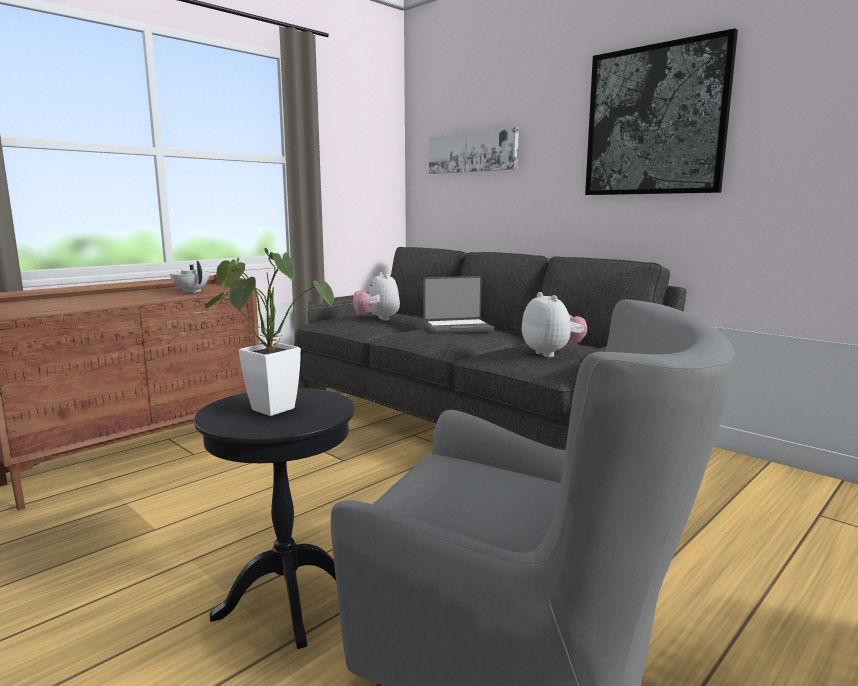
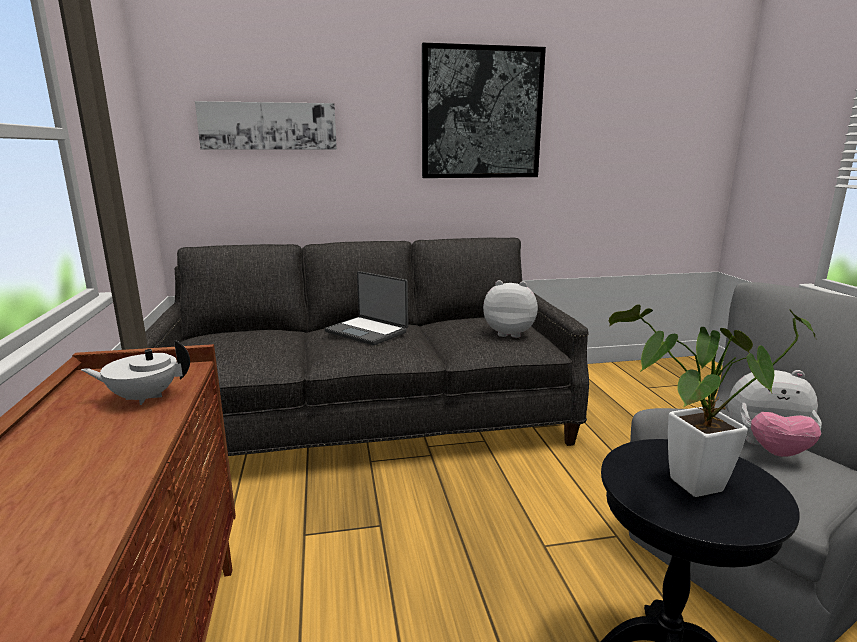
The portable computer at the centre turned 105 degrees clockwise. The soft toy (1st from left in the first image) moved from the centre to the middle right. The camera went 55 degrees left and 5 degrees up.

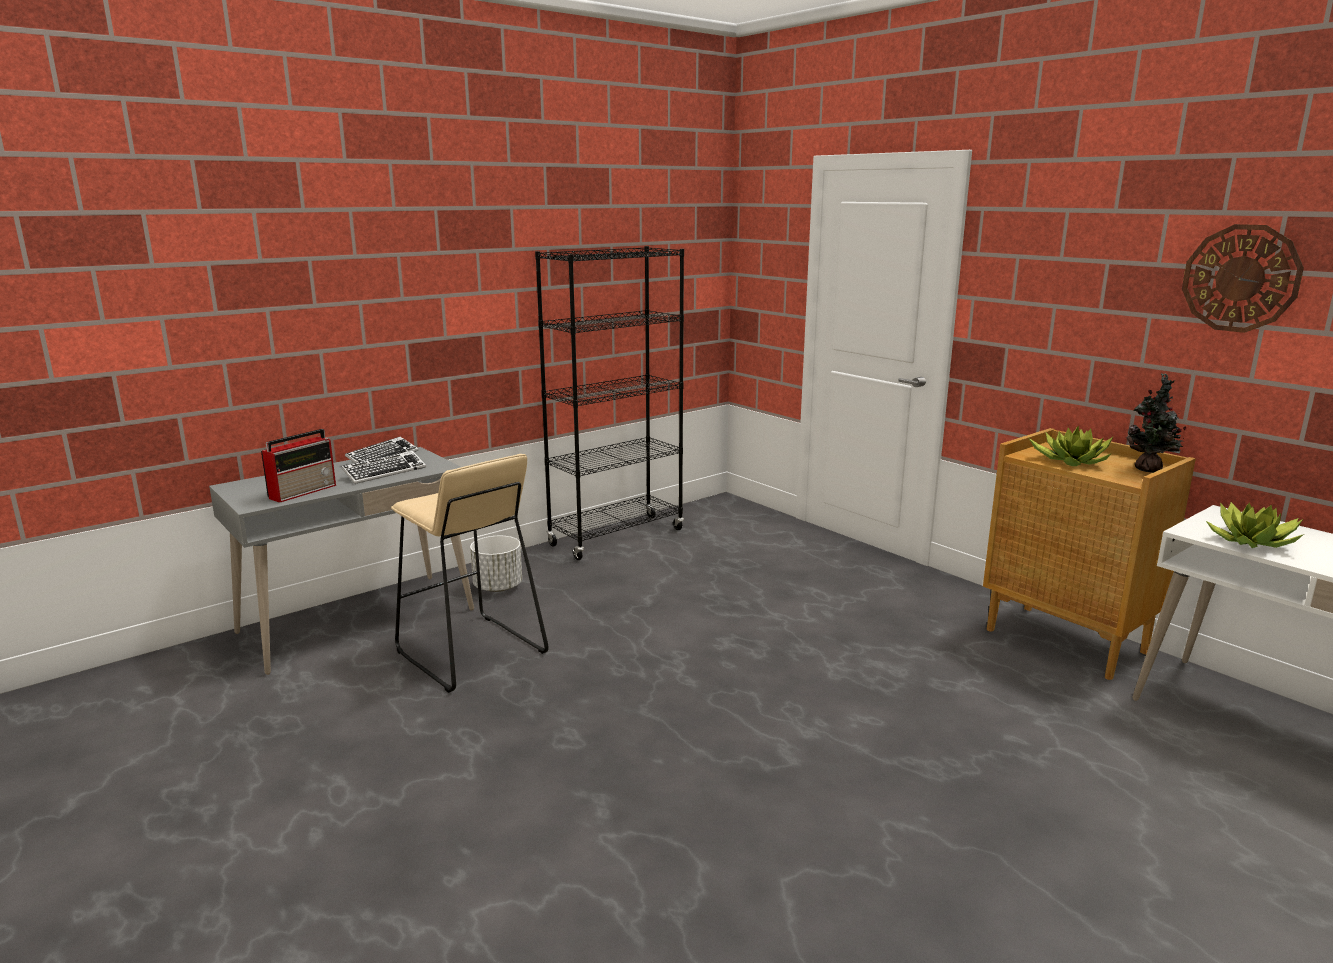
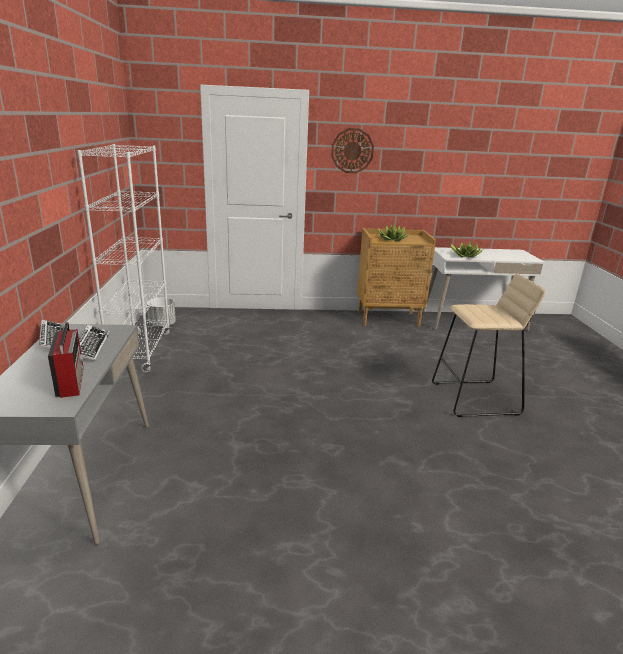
The bookshelf/black at the centre became the bookshelf/whitish at the middle left. The flower pot/whitish moved from the centre to the middle left. The clock on the wall moved from the top right to the top centre. The sitting stool/beige moved from the centre to the middle right. The potted plant (2nd from left) at the middle right disappeared. The camera went 55 degrees left and 5 degrees up.

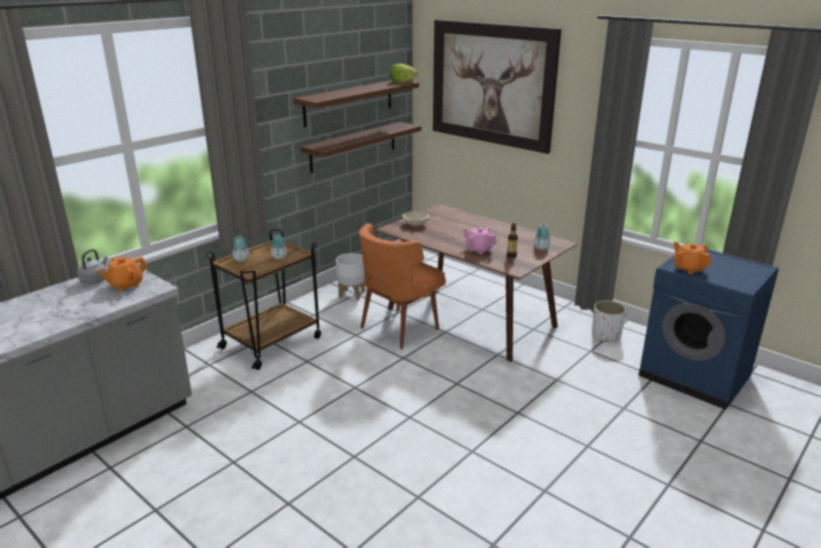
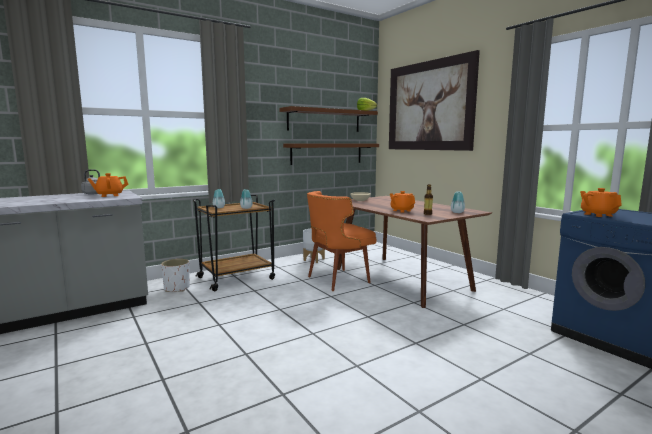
The flower pot/whitish (2nd from left in the first image) moved from the middle right to the middle left. The pot for tea/pinkish at the centre became the pot for tea/orangey (2nd from left) at the centre. The camera went 15 degrees right and 15 degrees down.

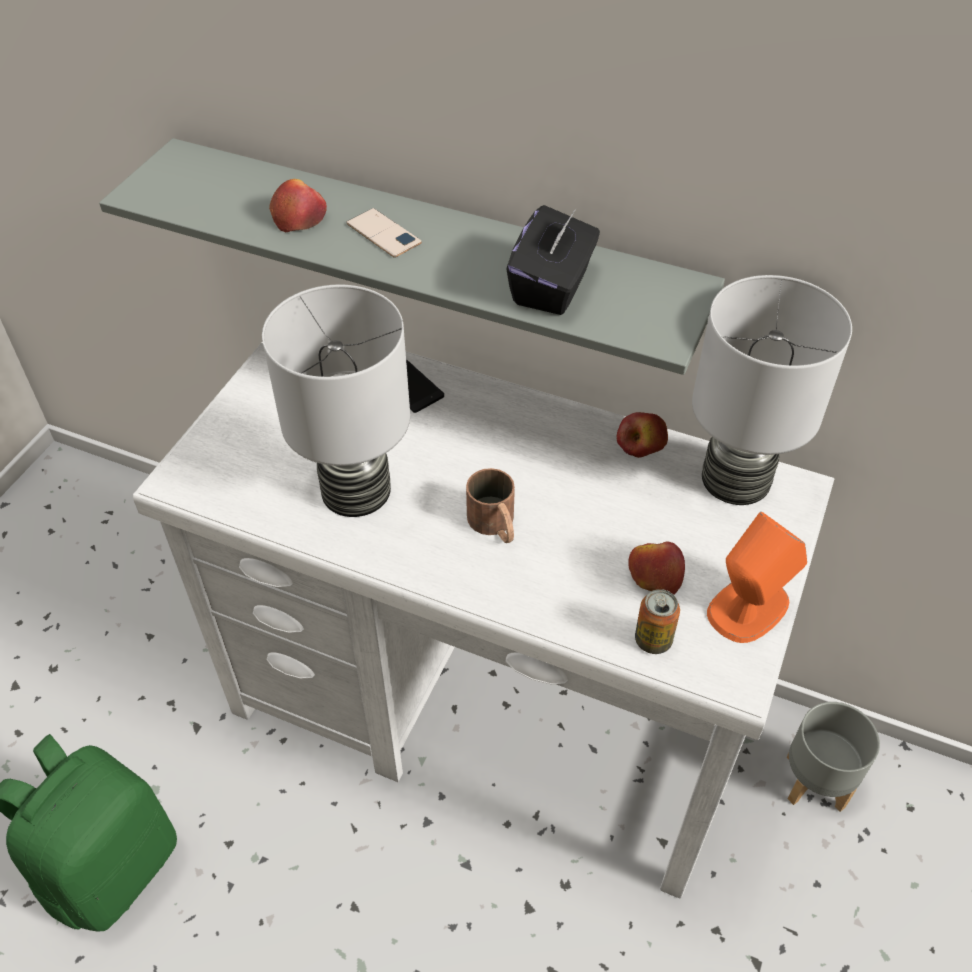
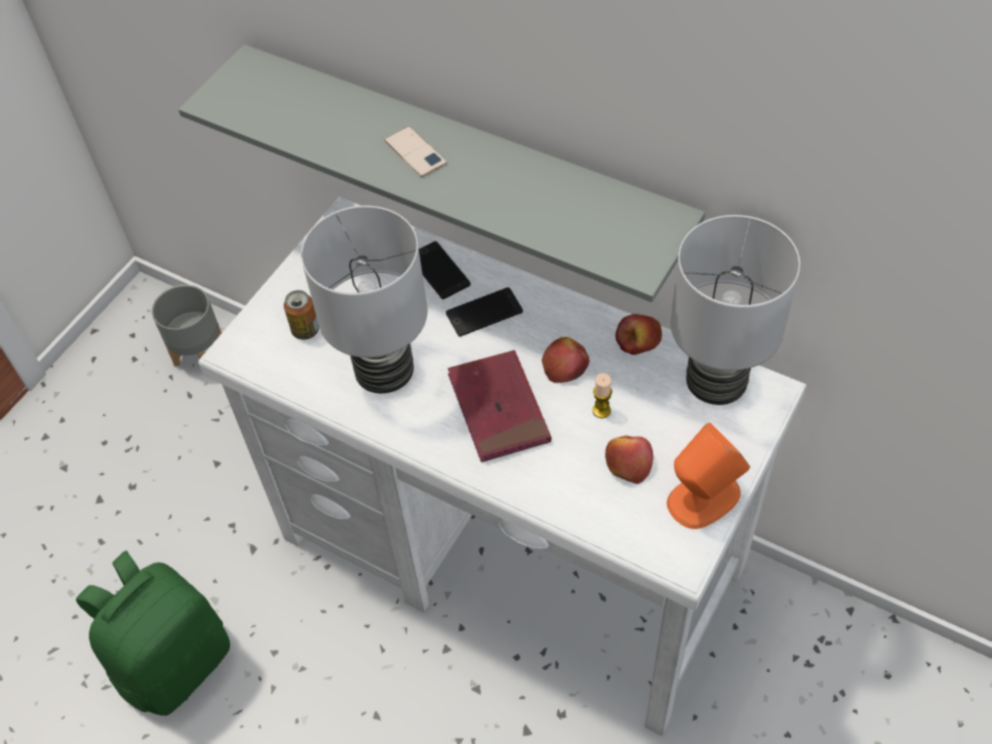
The flower pot/greyish moved from the bottom right to the middle left. The sealed can moved from the middle right to the middle left. The phone (3rd from left) at the centre appeared. The mug/brownish at the centre was replaced by the book/reddish at the centre. The whole apple (1st from left) moved from the top left to the centre. The wax light at the centre appeared. The box of tissues/black at the top centre disappeared. The camera went 10 degrees right and 5 degrees up.

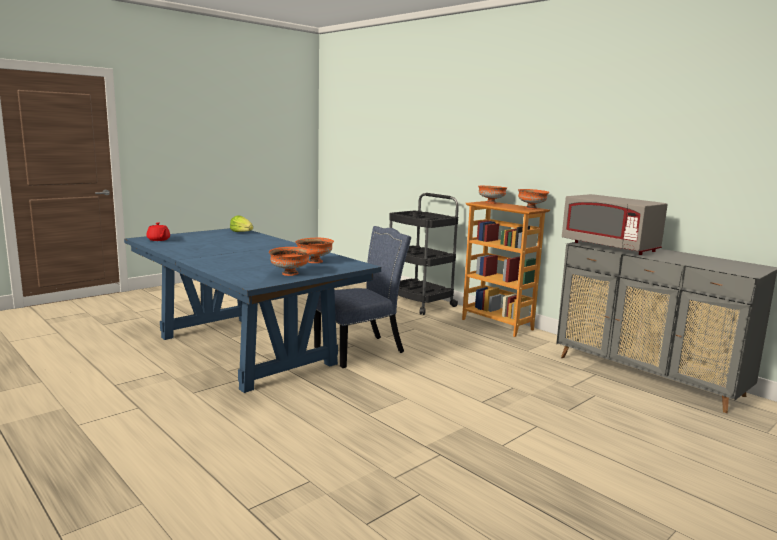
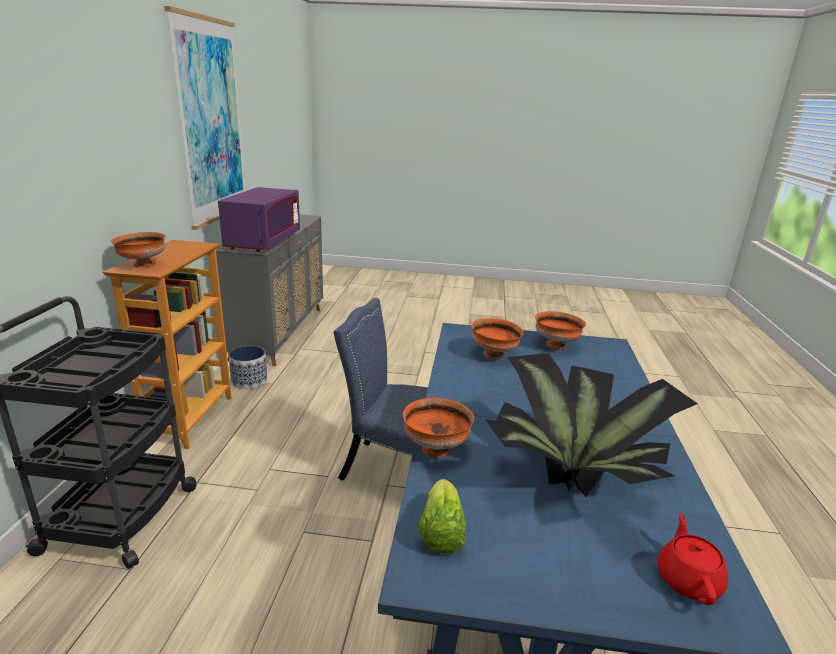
The wall art at the top left appeared. The microwave/greyish at the middle right became the microwave/purplish at the middle left. The flower pot at the middle left appeared. The bowl/orangey (4th from left in the first image) moved from the middle right to the centre. The potted plant at the middle right appeared. The camera went 130 degrees left and 10 degrees up.

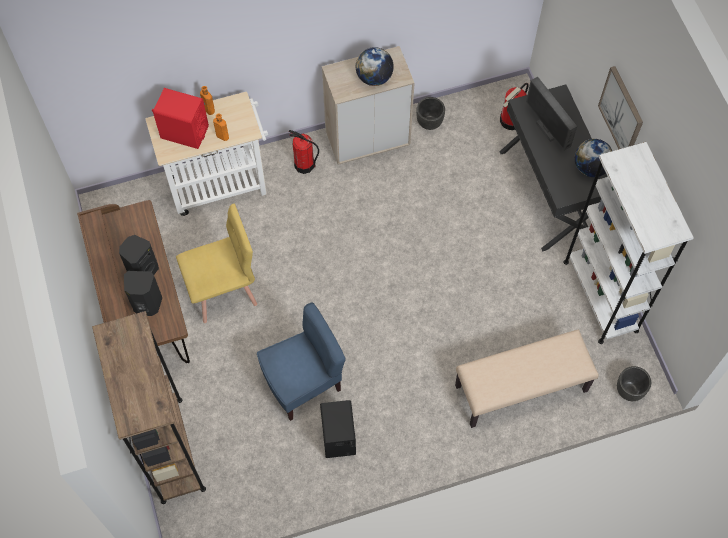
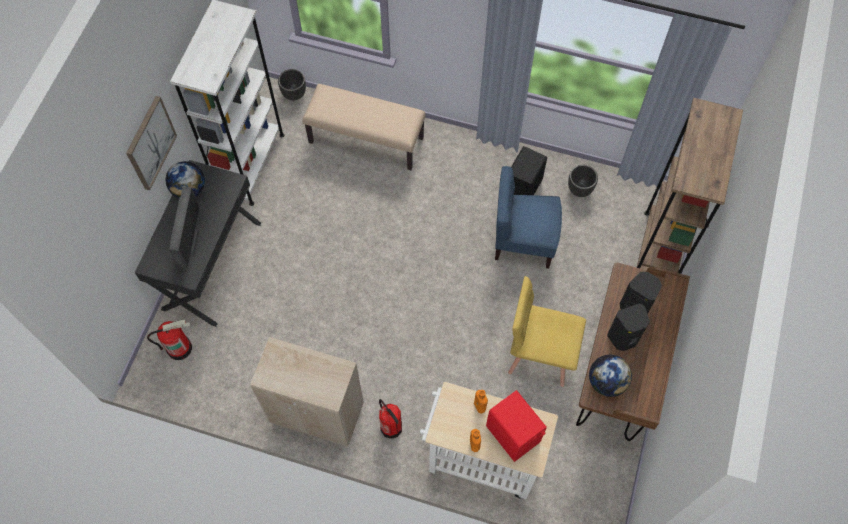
The flower pot/black (1st from left in the first image) moved from the top centre to the middle right. The globe (1st from left in the first image) moved from the top centre to the bottom right. The camera went 145 degrees left and 0 degrees up.

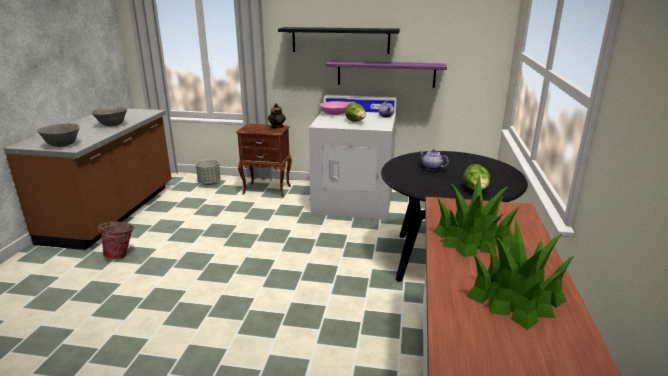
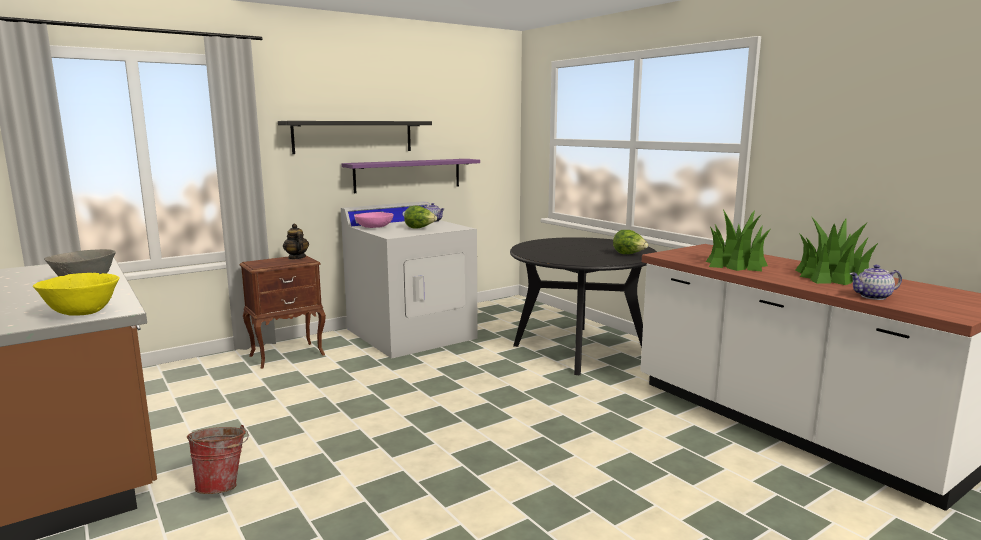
The bowl/greyish (1st from left) at the middle left became the bowl/yellow at the middle left. The pot for tea (3rd from left) moved from the centre to the middle right. The flower pot/greyish at the middle left disappeared. The camera went 45 degrees left and 10 degrees down.

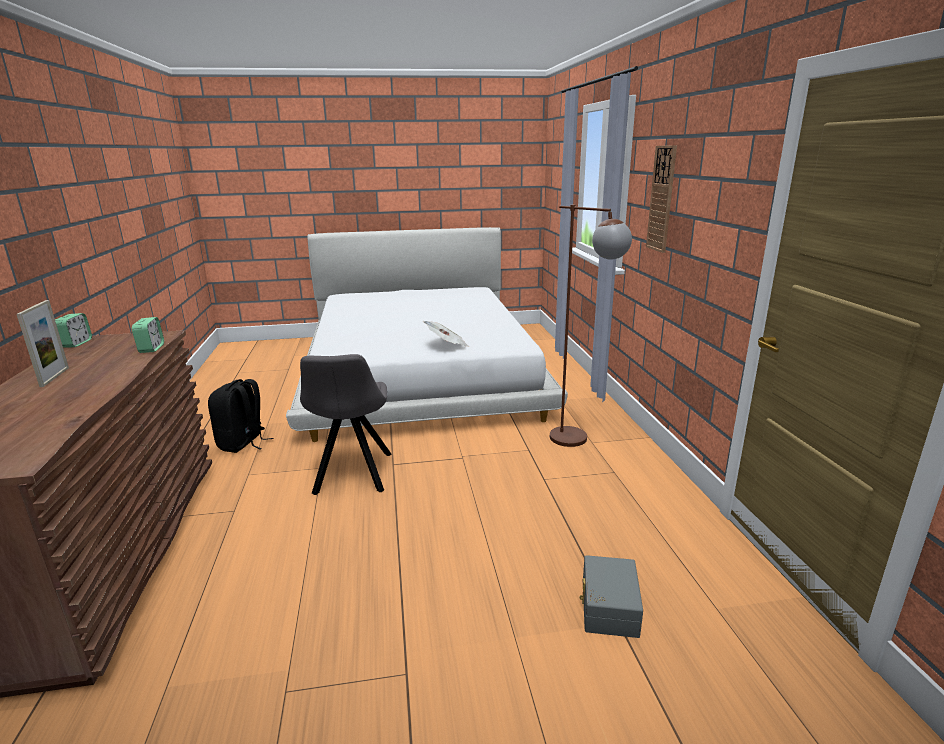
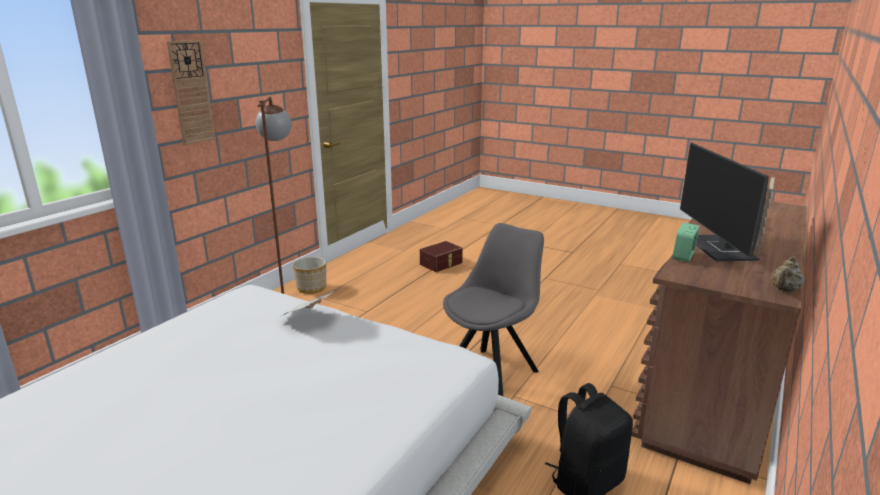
The flower pot at the centre appeared. The storage bin/greyish at the bottom centre became the storage bin/brownish at the centre. The monitor at the middle right appeared. The table clock (1st from left) at the middle left was replaced by the pot for tea/beige at the middle right. The camera went 140 degrees left and 0 degrees up.

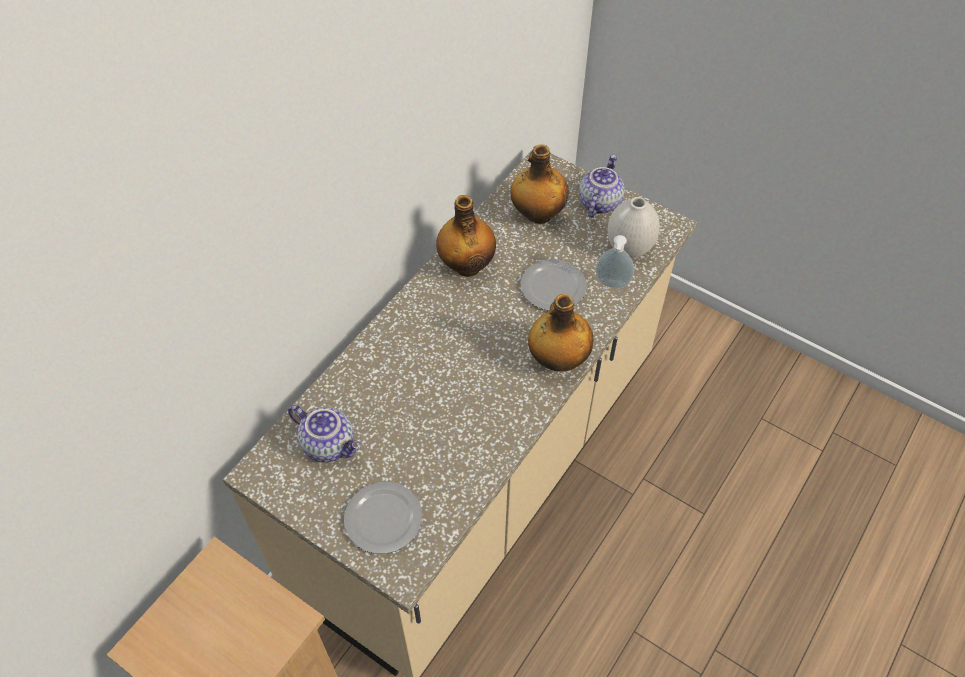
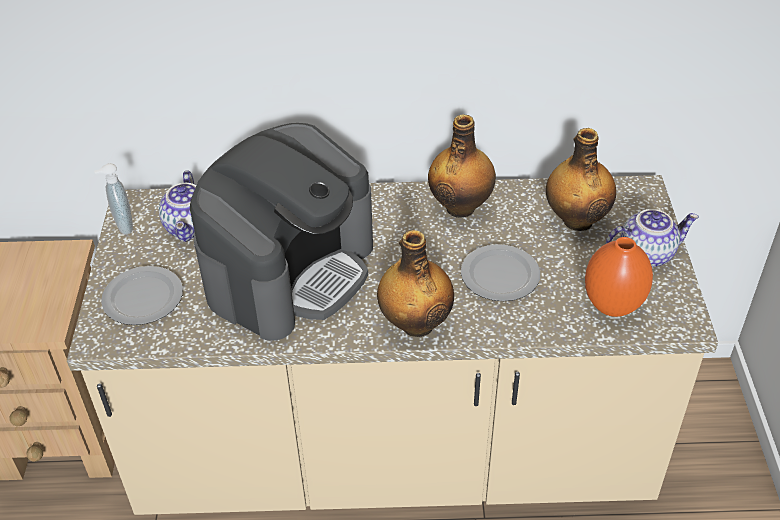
The liquid soap bottle moved from the centre to the middle left. The coffee machine at the centre appeared. The vase/whitish at the centre became the vase/orangey at the middle right. The camera went 55 degrees right and 10 degrees down.

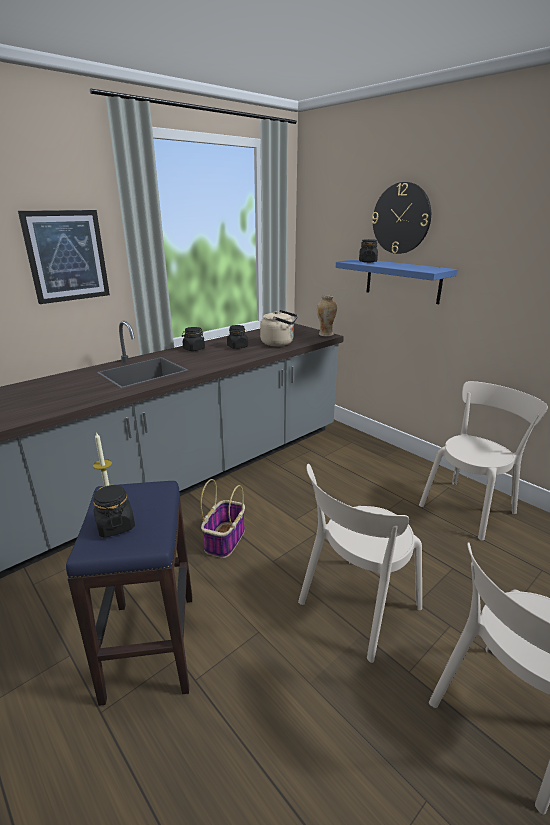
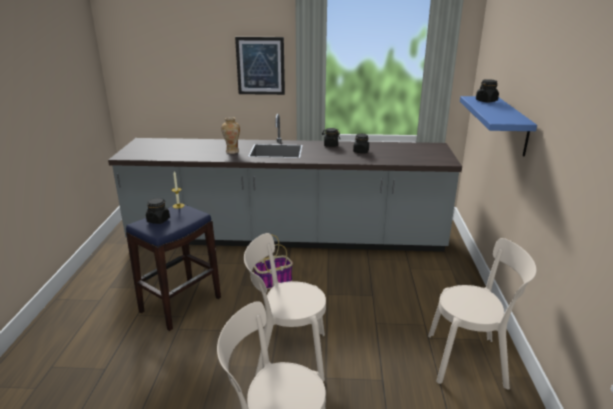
The vase moved from the centre to the top centre. The water kettle/beige at the centre disappeared. The clock on the wall at the top right disappeared. The camera went 45 degrees right and 0 degrees up.

